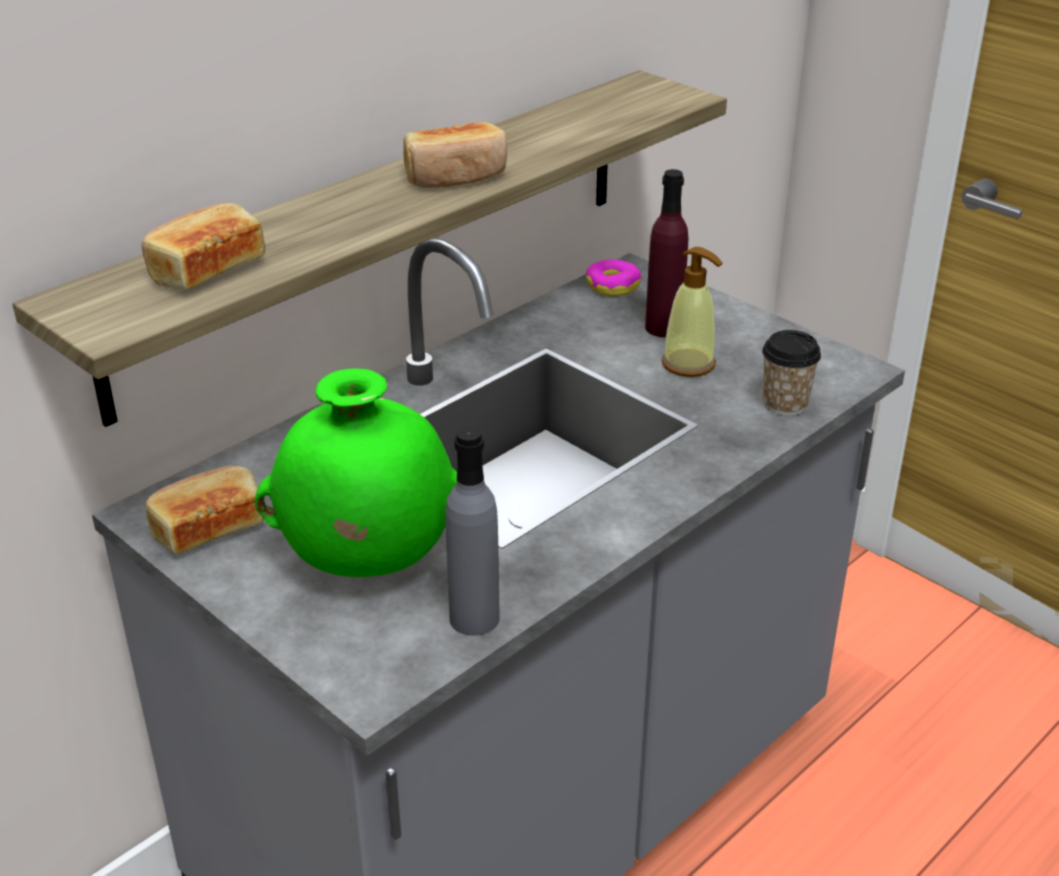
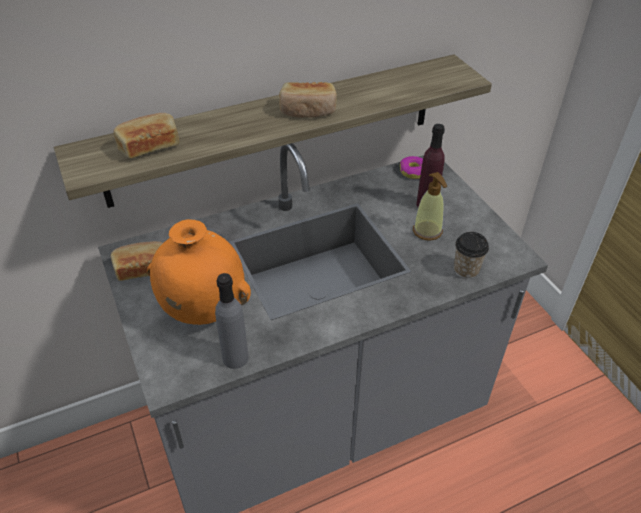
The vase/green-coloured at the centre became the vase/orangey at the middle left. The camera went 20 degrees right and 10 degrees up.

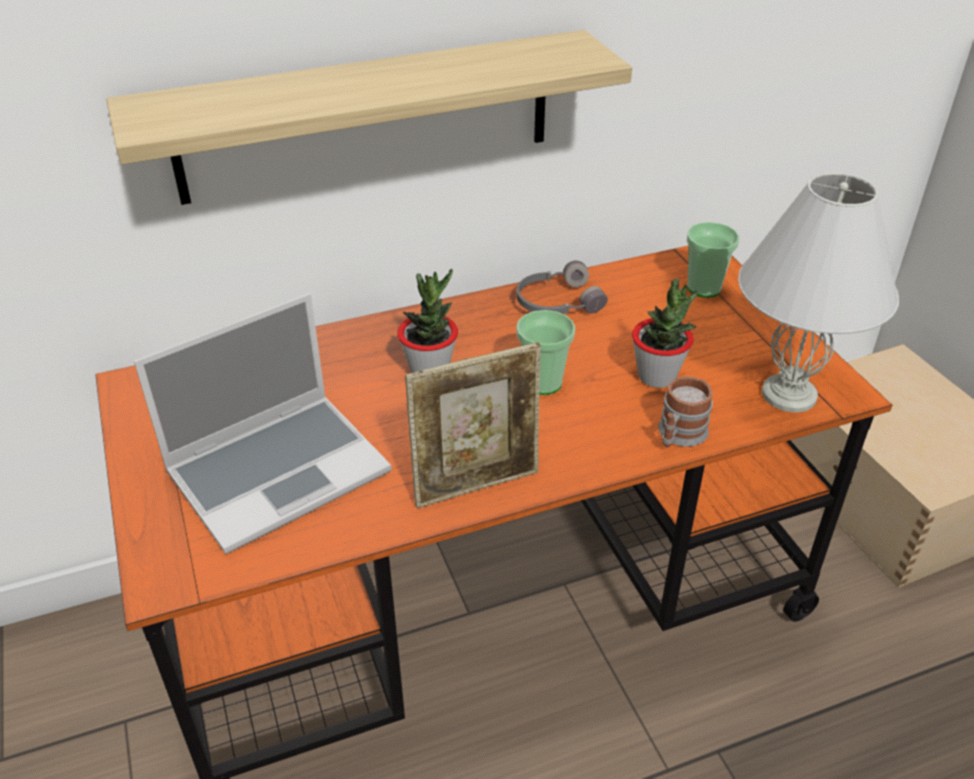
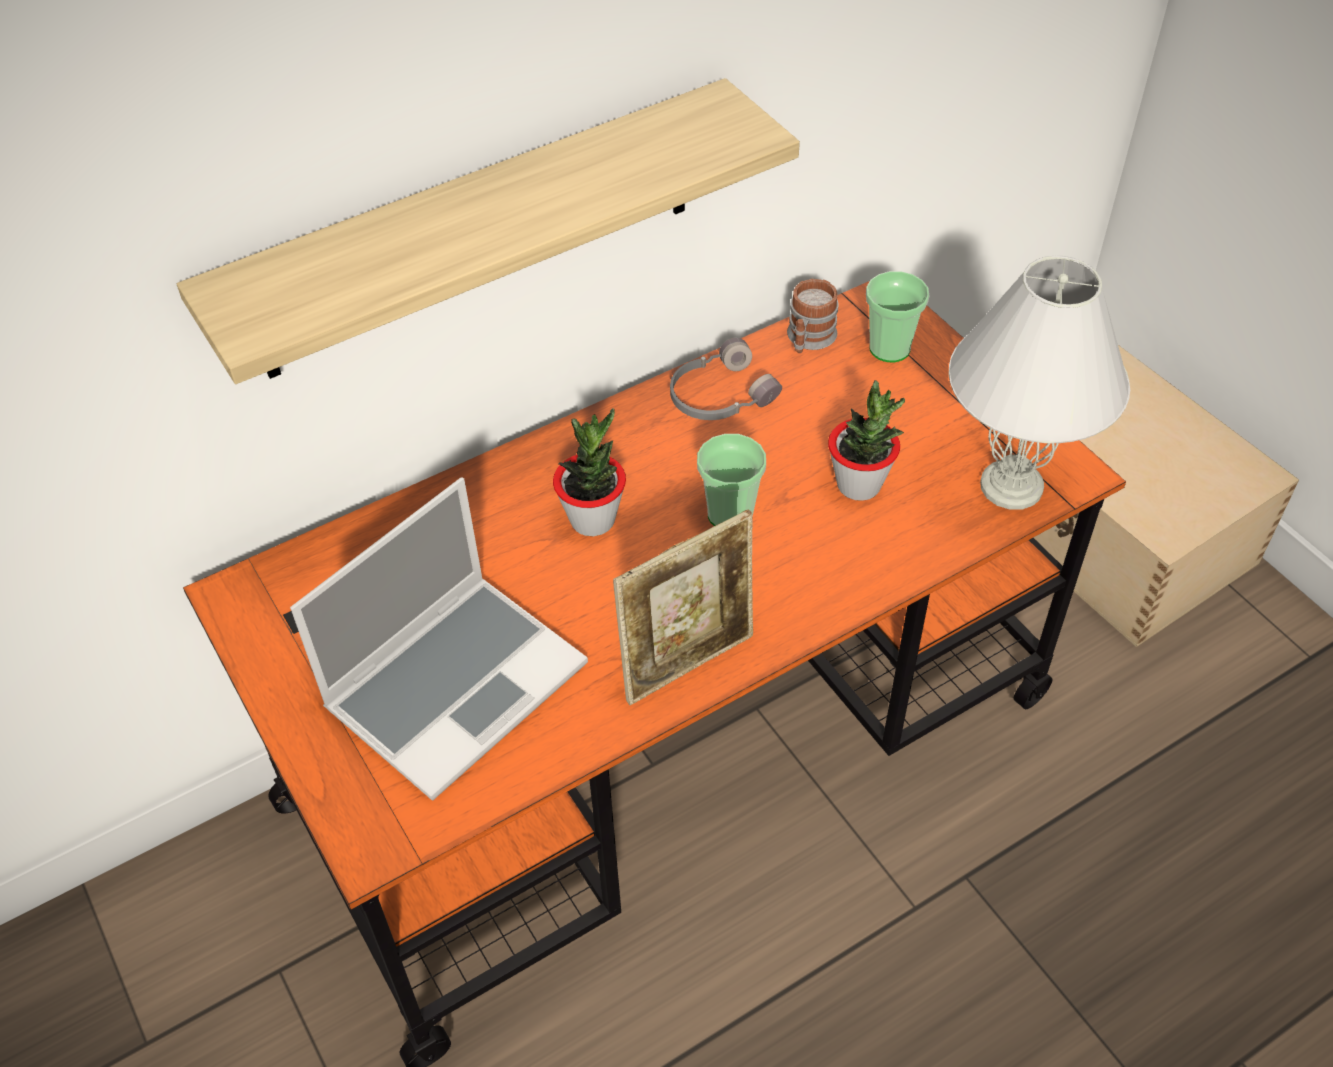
The mug moved from the middle right to the top centre. The camera went 10 degrees left and 10 degrees up.

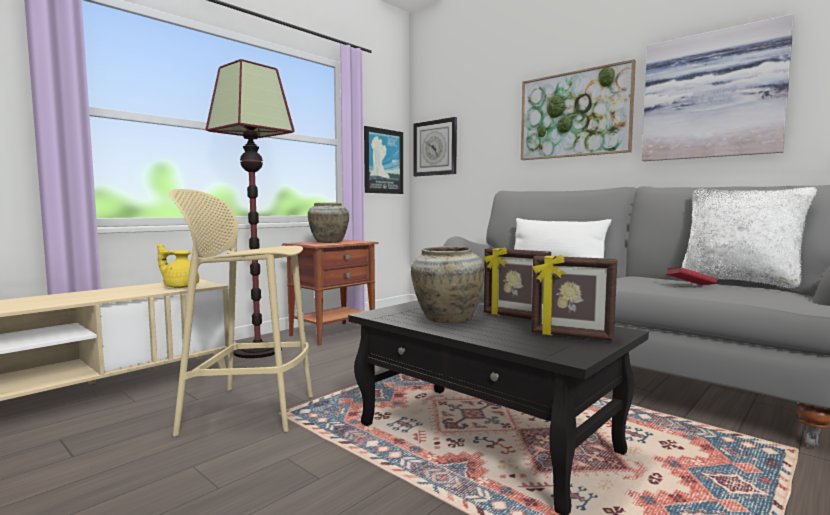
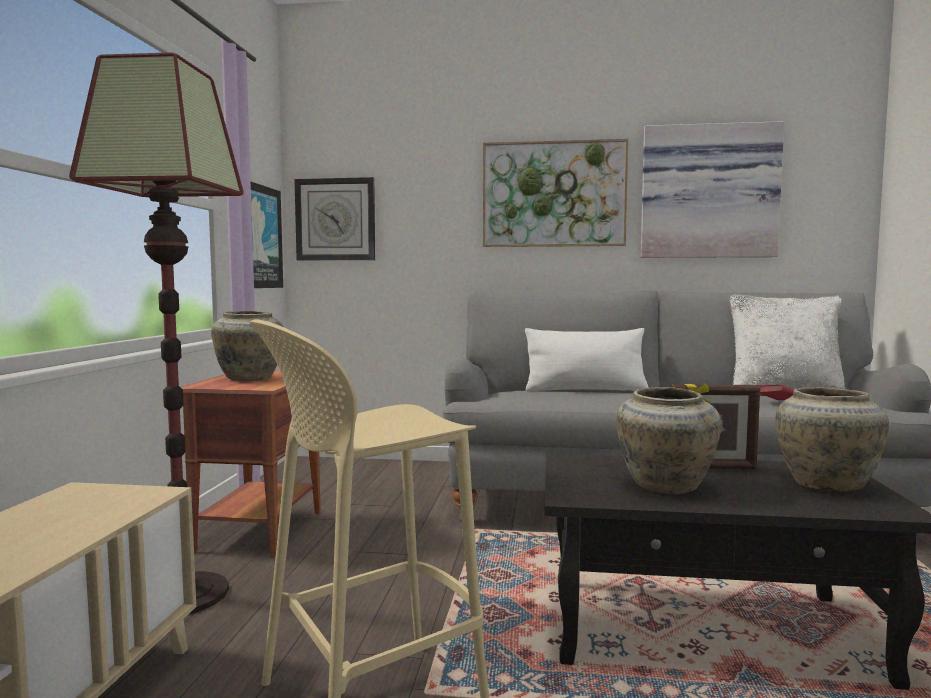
The standing frame (2nd from left) at the middle right was replaced by the vase/beige (3rd from left) at the middle right. The pot for tea/yellow at the middle left disappeared. The camera went 35 degrees left and 0 degrees up.

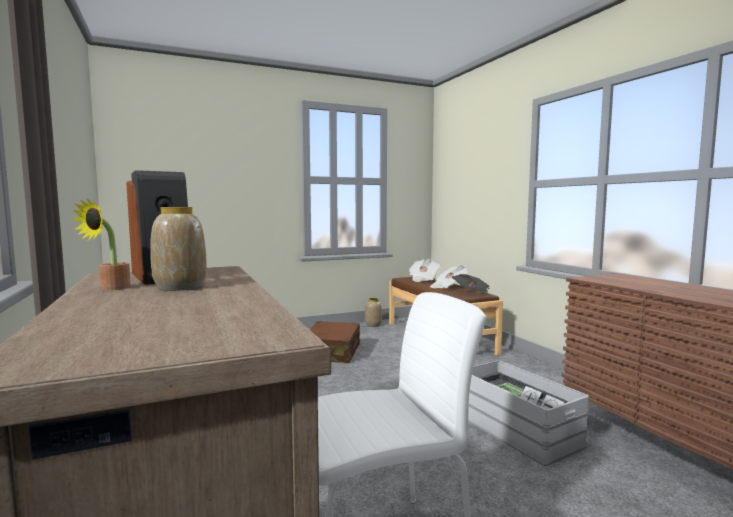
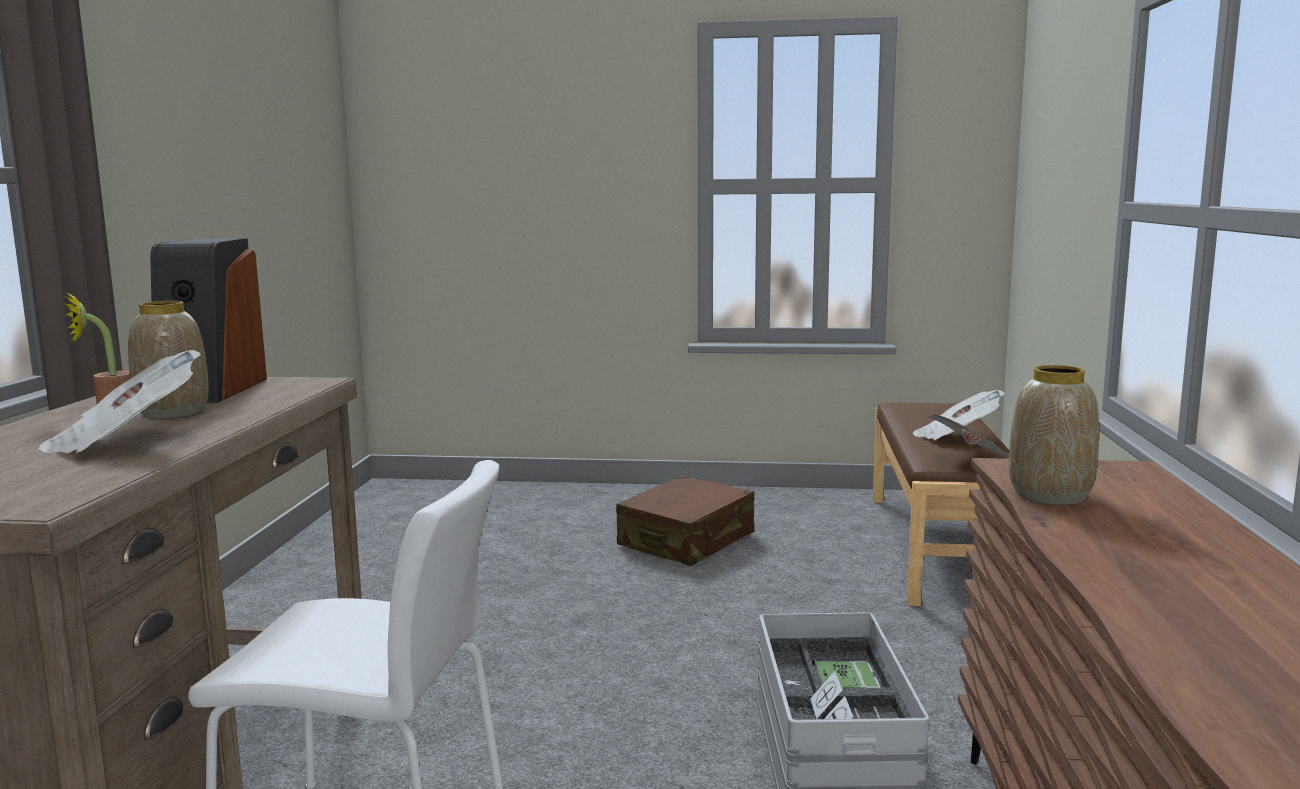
The newspaper (1st from left) moved from the centre to the middle left. The vase (2nd from left) moved from the centre to the middle right. The camera went 30 degrees right and 5 degrees up.

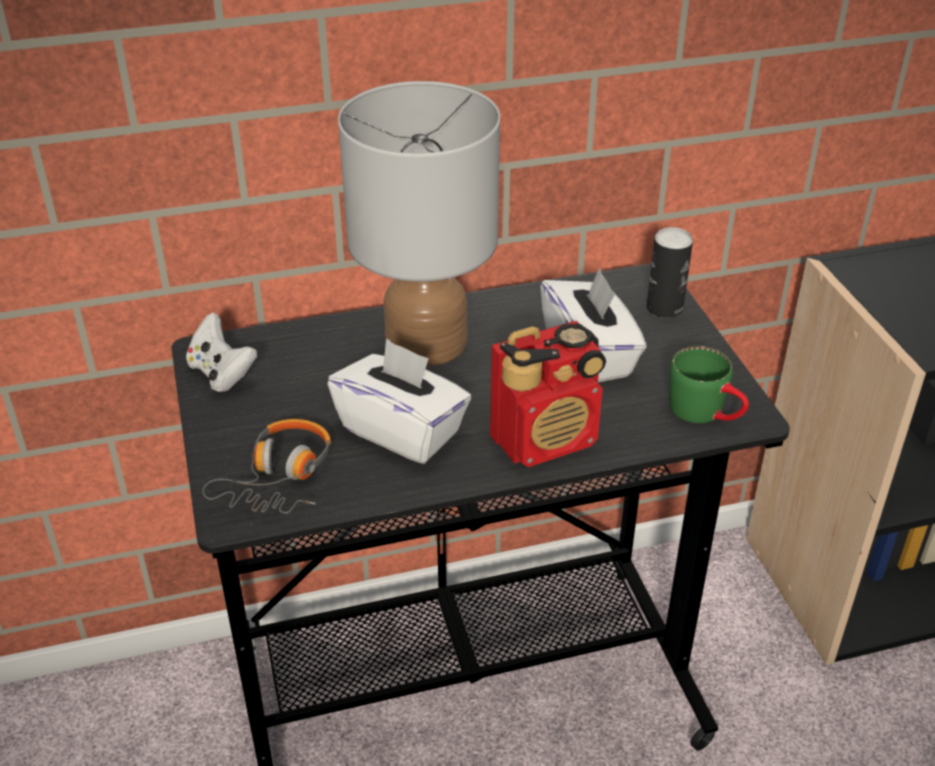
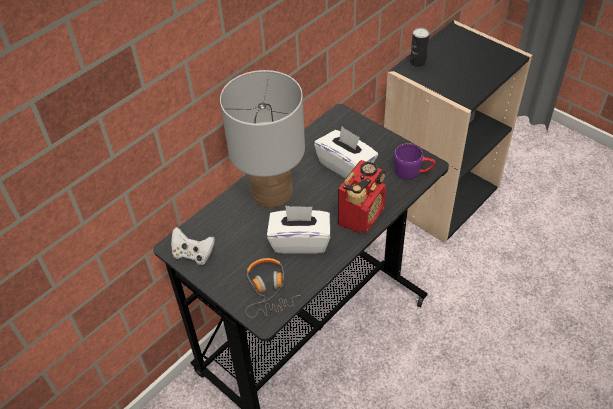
The mug/green-coloured at the middle right became the mug/purplish at the middle right. The sealed can moved from the middle right to the top right. The camera went 30 degrees left and 10 degrees up.

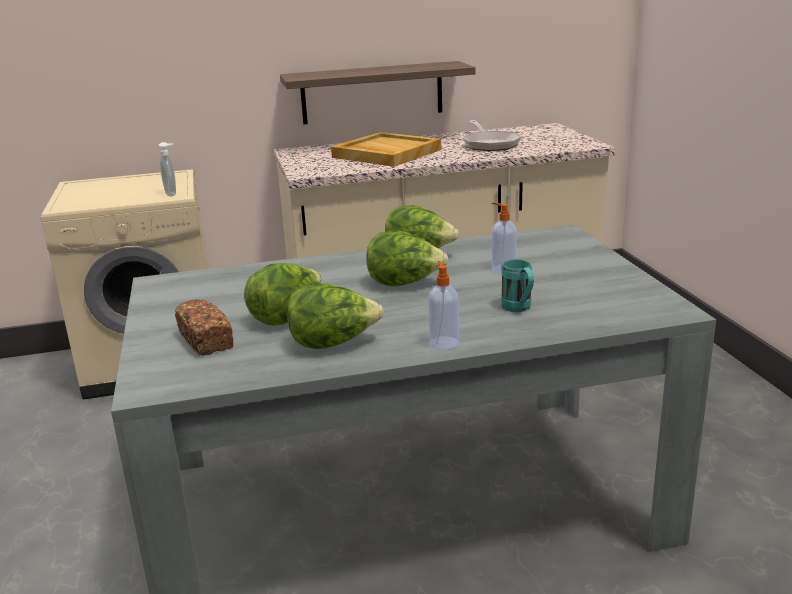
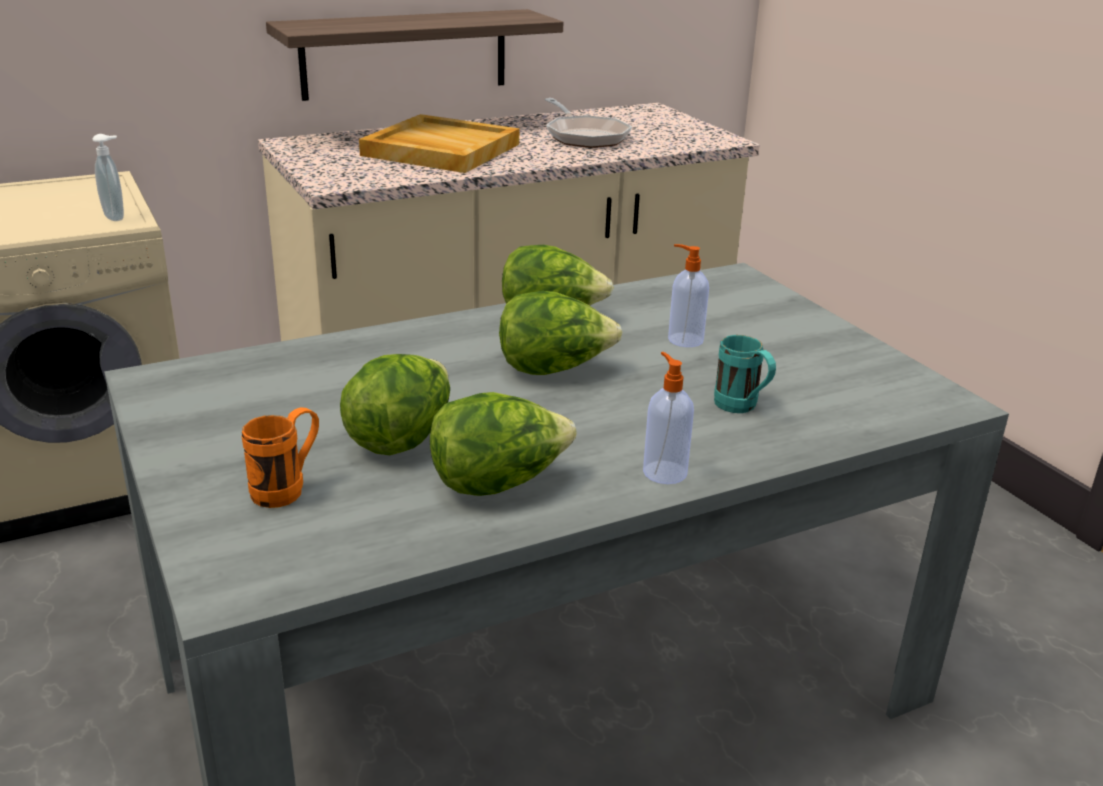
The bakery bread at the middle left was replaced by the mug/orangey at the middle left. The camera went 15 degrees left and 5 degrees up.

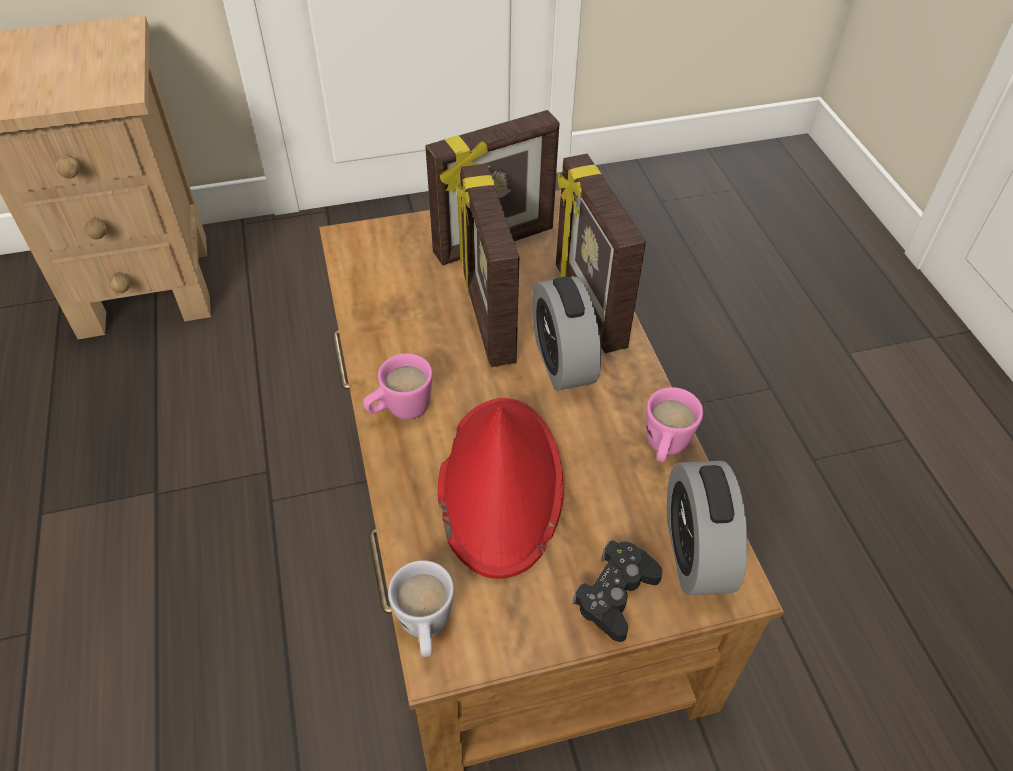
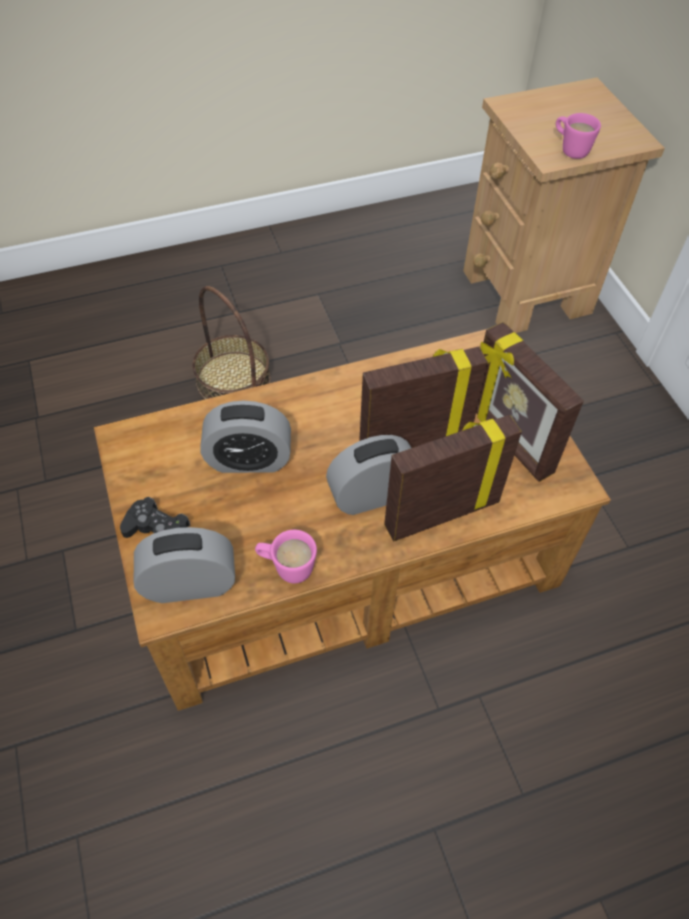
The household basket at the centre appeared. The wearable hat/reddish at the centre was replaced by the table clock (2nd from left) at the centre. The mug/pinkish (1st from left in the first image) moved from the centre to the top right. The mug/whitish at the bottom centre disappeared. The camera went 85 degrees right and 5 degrees up.

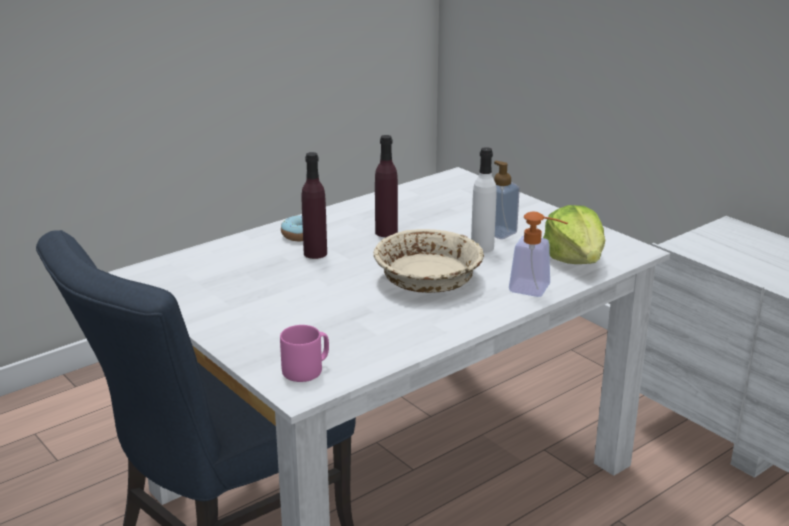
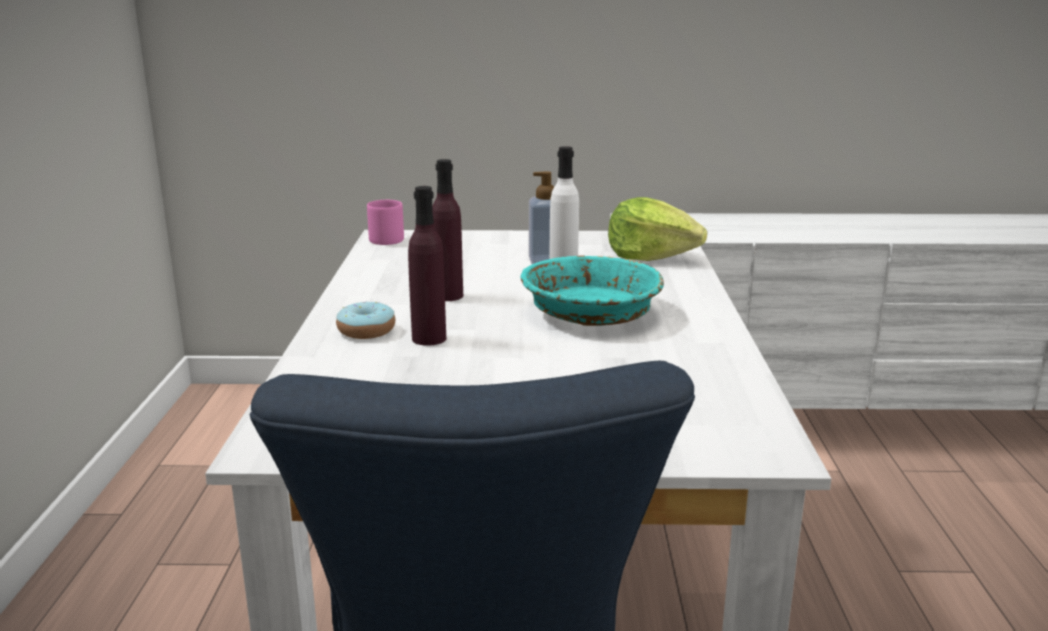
The mug/pinkish moved from the bottom centre to the centre. The bowl/beige at the centre became the bowl/turquoise-coloured at the centre. The liquid soap bottle (2nd from left) at the middle right disappeared. The camera went 50 degrees left and 5 degrees down.

